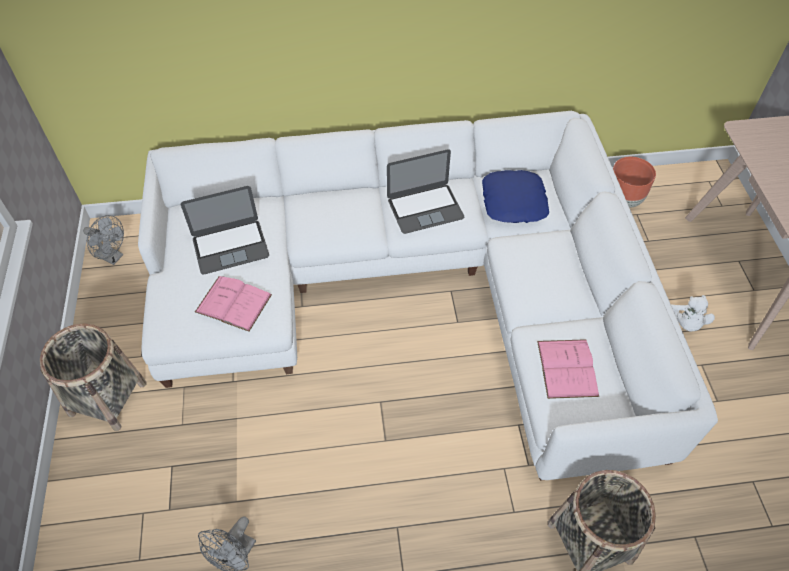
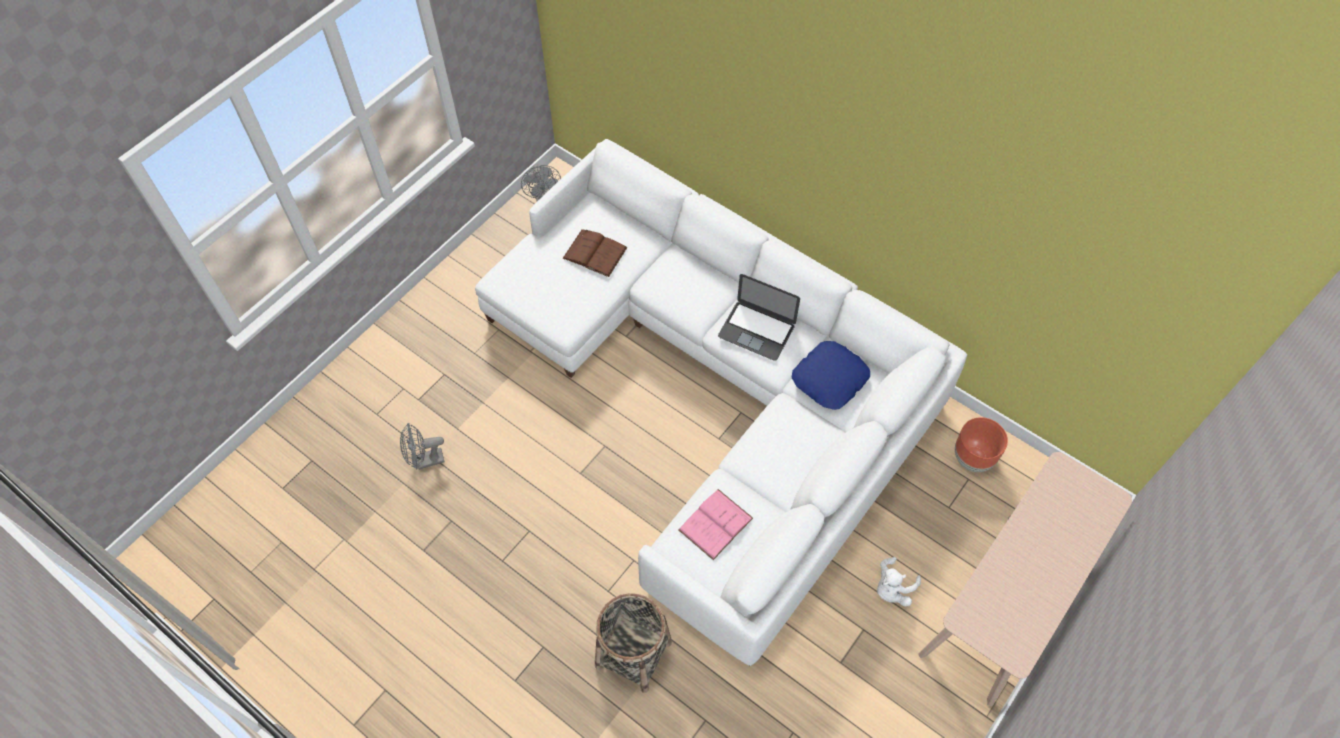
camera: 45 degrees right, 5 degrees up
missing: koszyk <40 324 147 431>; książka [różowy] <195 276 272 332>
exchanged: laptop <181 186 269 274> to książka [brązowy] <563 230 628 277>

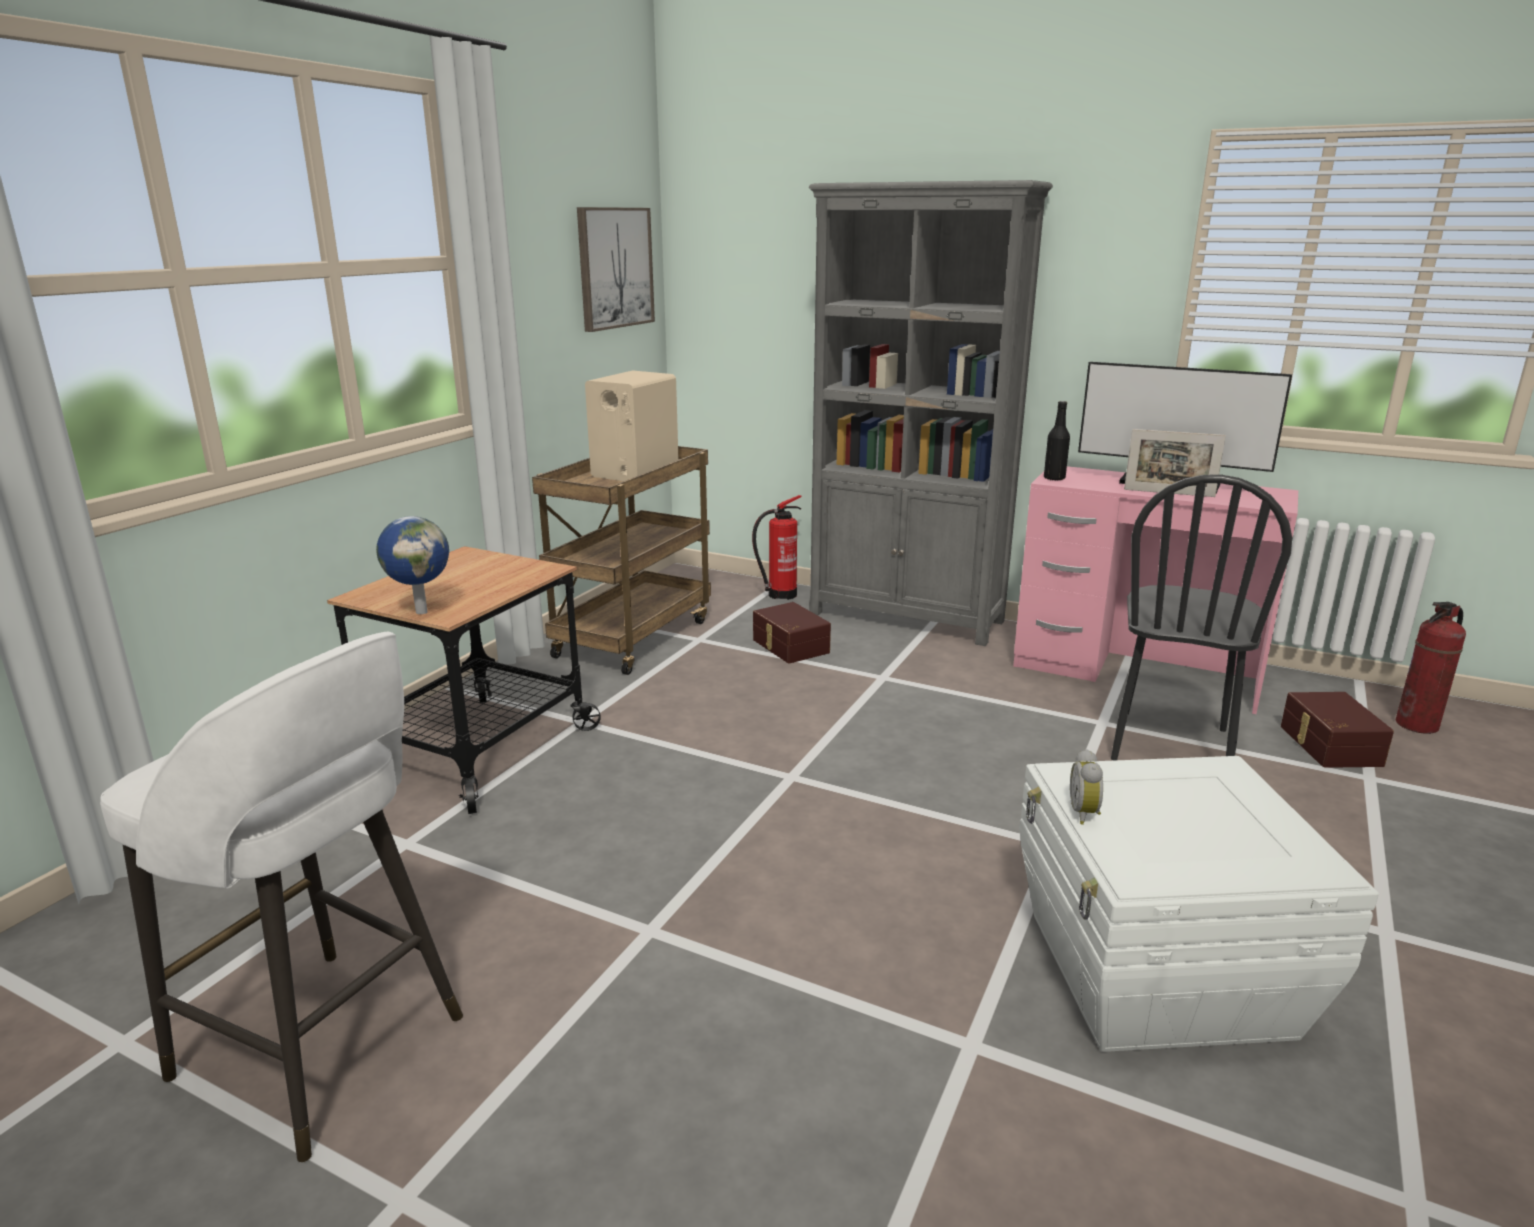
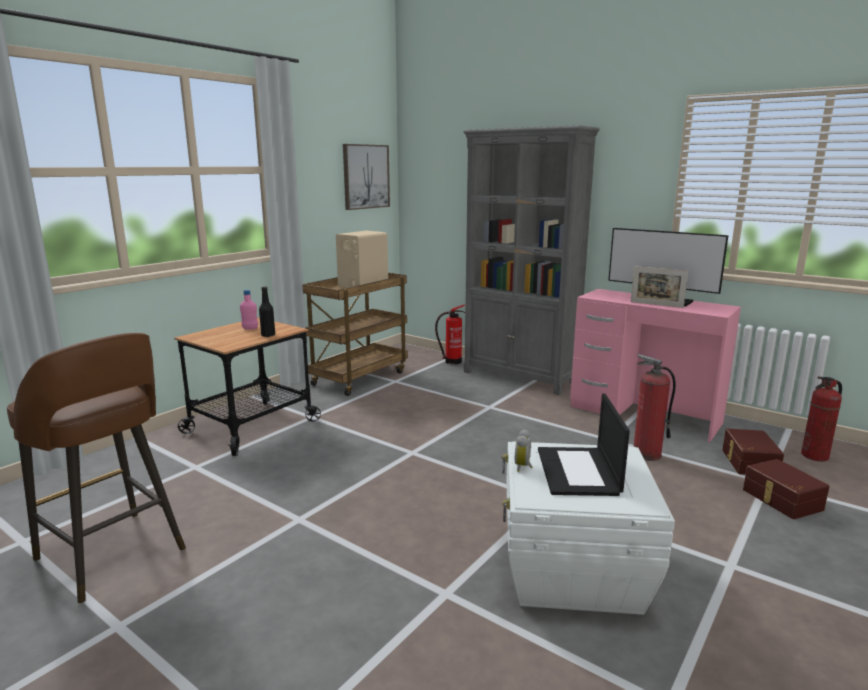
camera: 10 degrees right, 5 degrees down
missing: globus <376 516 449 614>
appeared: butelka [różowy] <240 290 258 330>; laptop <538 393 630 496>
relocated: pojemnik do przechowywania [brązowy] <753 602 831 664> to <743 459 829 519>; butelka [czarny] <1044 401 1070 481> to <259 286 275 337>
exchanged: krzesło [czarny] <1111 474 1292 761> to gaśnica <634 354 676 461>
colour: stołek [biały] <100 632 463 1162> to stołek [brązowy] <7 333 186 604>

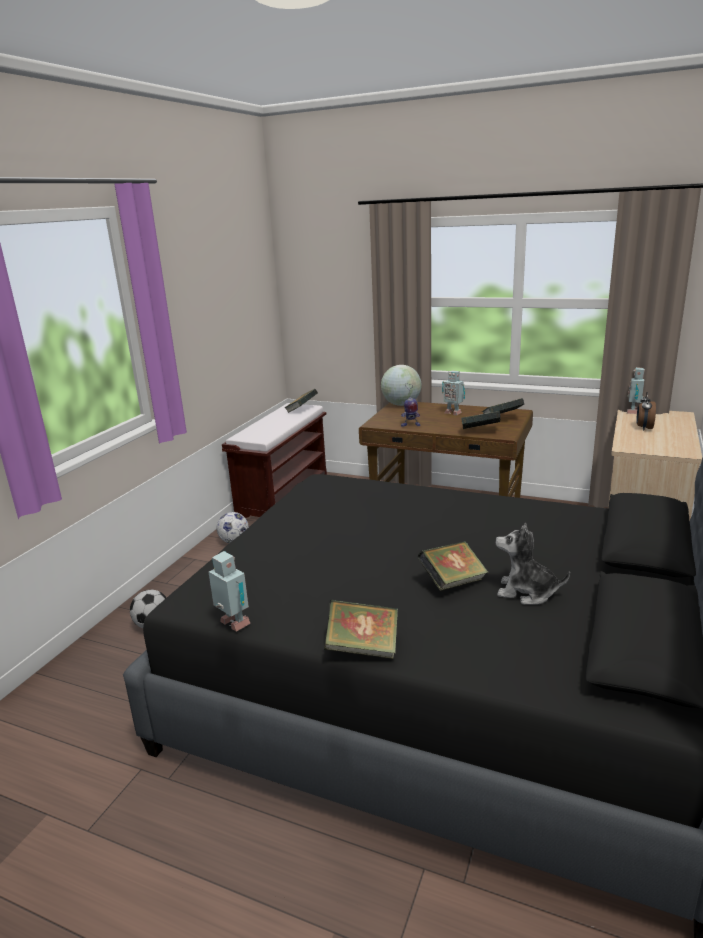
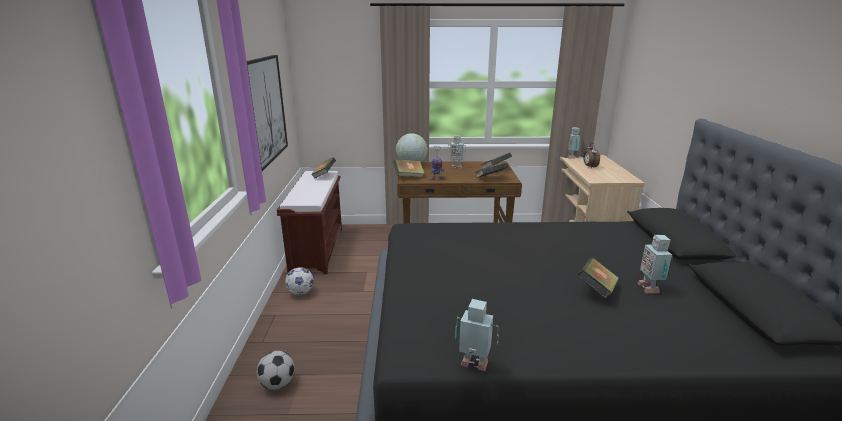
camera: 25 degrees left, 0 degrees up
appeared: obraz <247 55 288 171>
relocated: książka <324 600 398 659> to <393 159 425 178>
exchanged: pluszak <496 522 570 605> to robot zabawkowy <638 235 672 294>

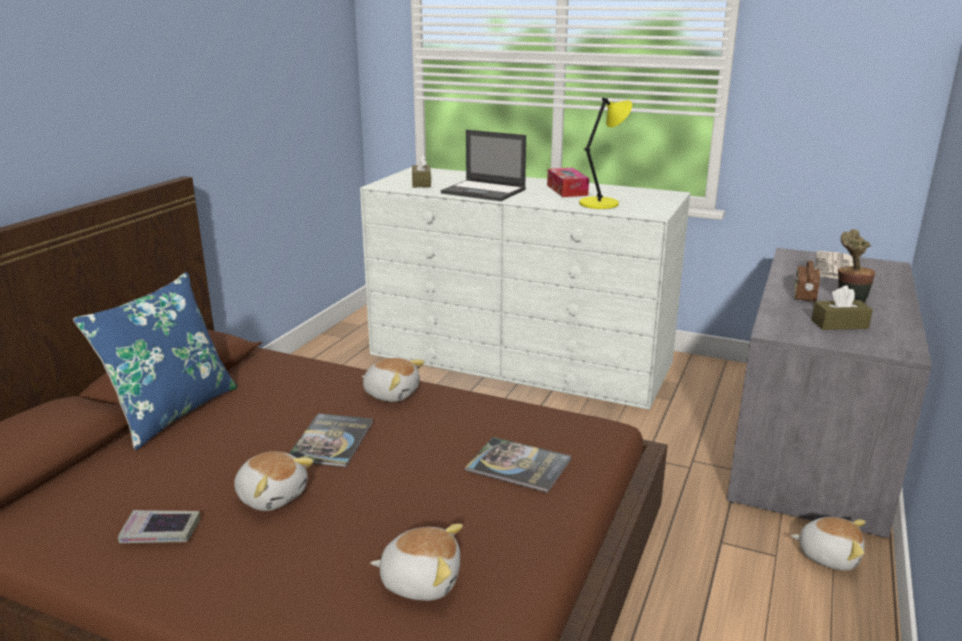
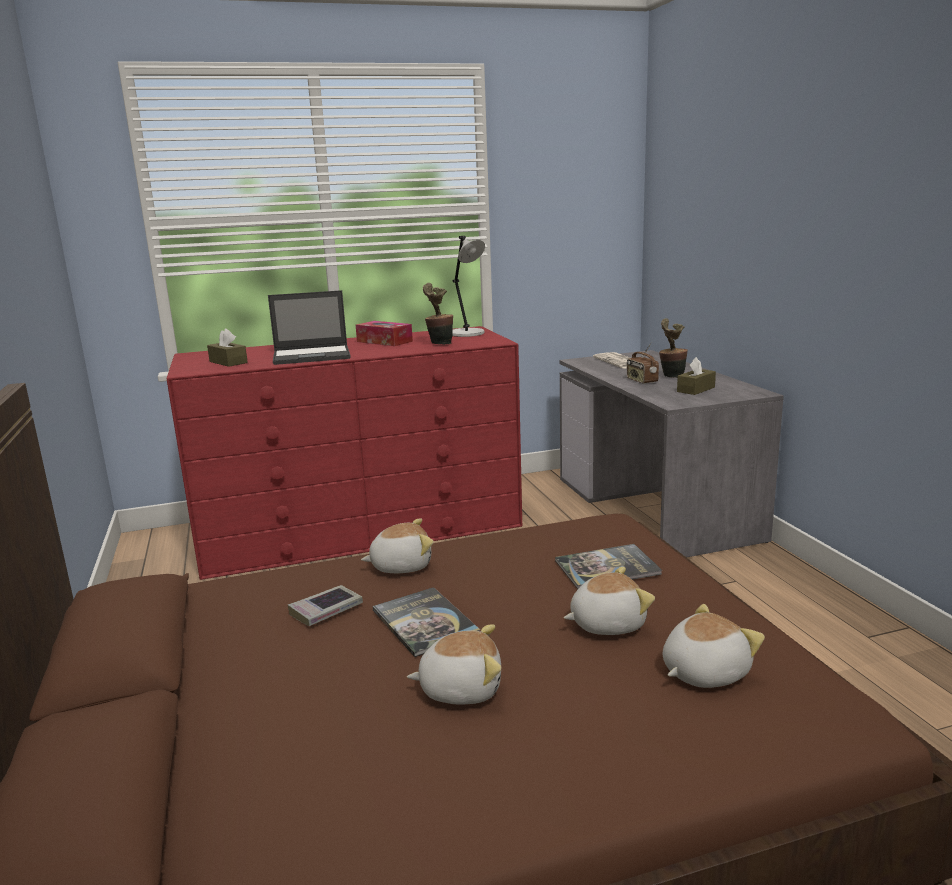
camera: 40 degrees left, 5 degrees down
missing: poduszka [niebieski] <73 272 237 450>
appeared: lampa stołowa [szary] <452 236 485 337>
relocated: książka <118 510 201 543> to <288 585 363 626>; pluszak <791 517 866 571> to <564 567 655 635>
exchanged: lampa stołowa [żółty] <579 98 632 209> to roślina doniczkowa <423 283 453 345>
colour: komoda [biały] <360 167 690 410> to komoda [czerwony] <166 326 522 580>

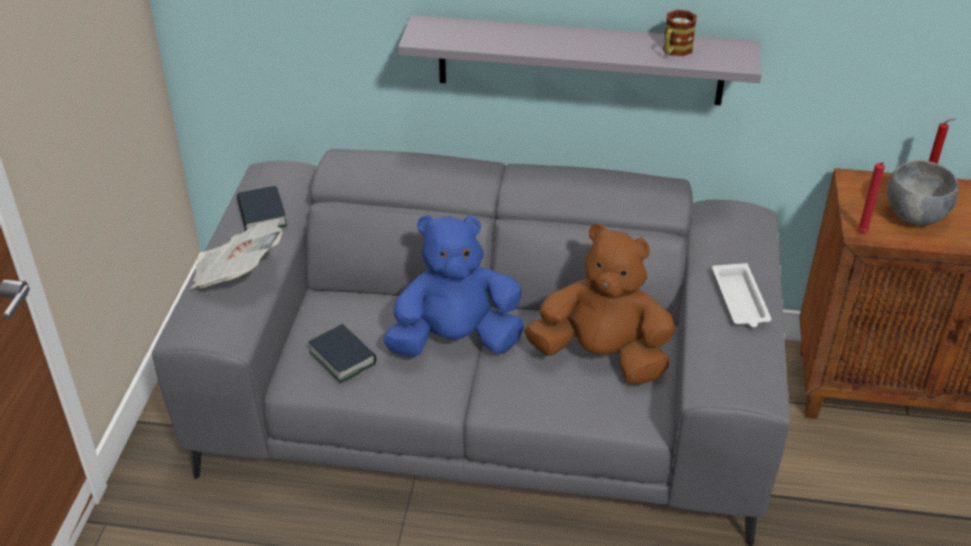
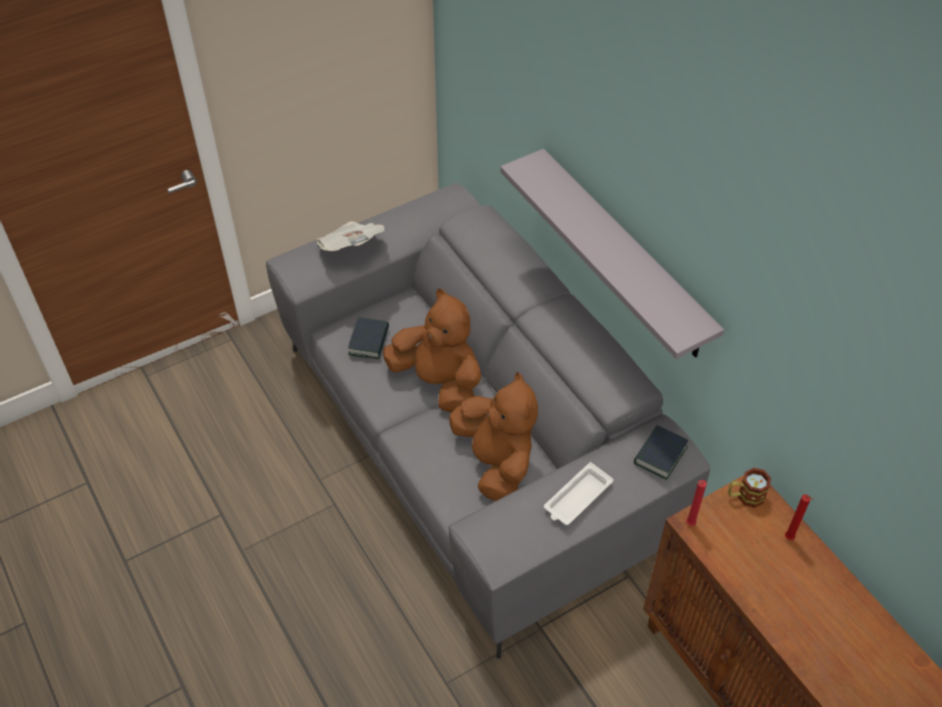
camera: 50 degrees right, 10 degrees up
missing: miska [szary] <887 160 958 226>
relocated: książka <237 186 287 231> to <634 425 688 480>; kubek <663 10 697 56> to <728 468 771 508>
colour: pluszak [niebieski] <383 215 524 357> to pluszak [brązowy] <383 289 481 413>

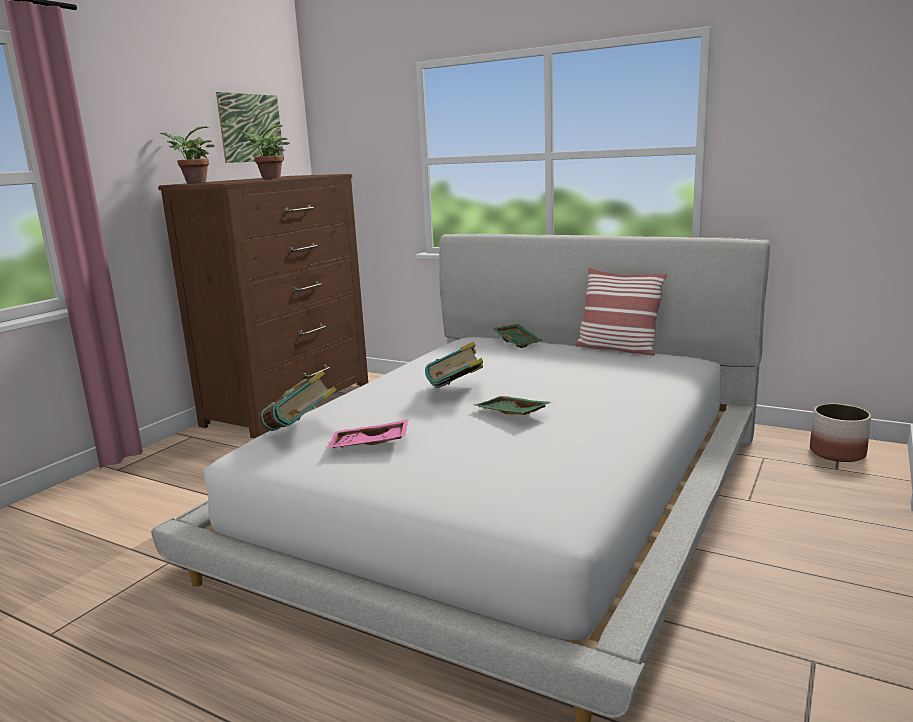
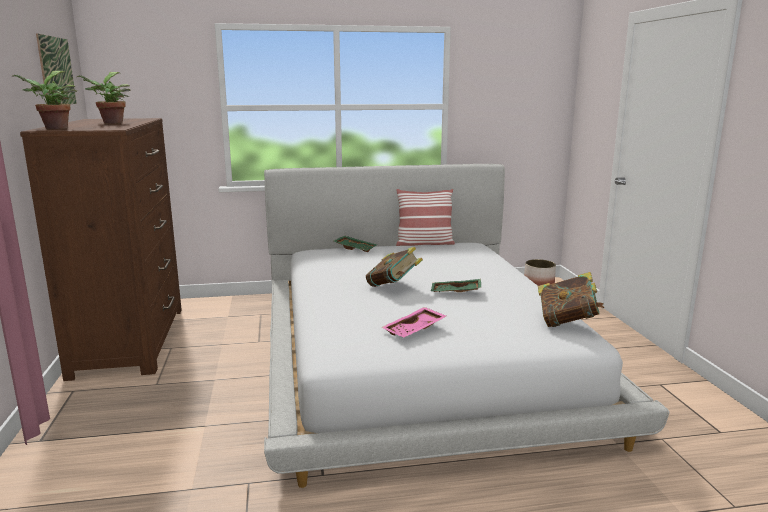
camera: 40 degrees left, 0 degrees up
relocated: książka <259 371 337 431> to <538 272 605 327>

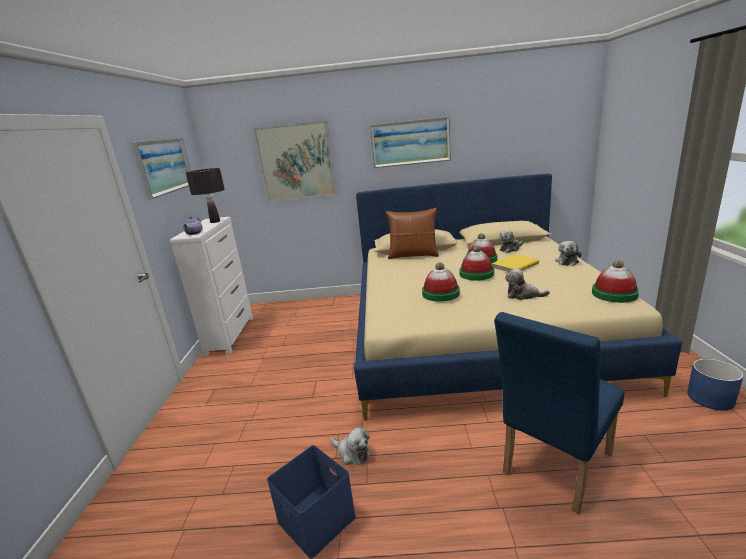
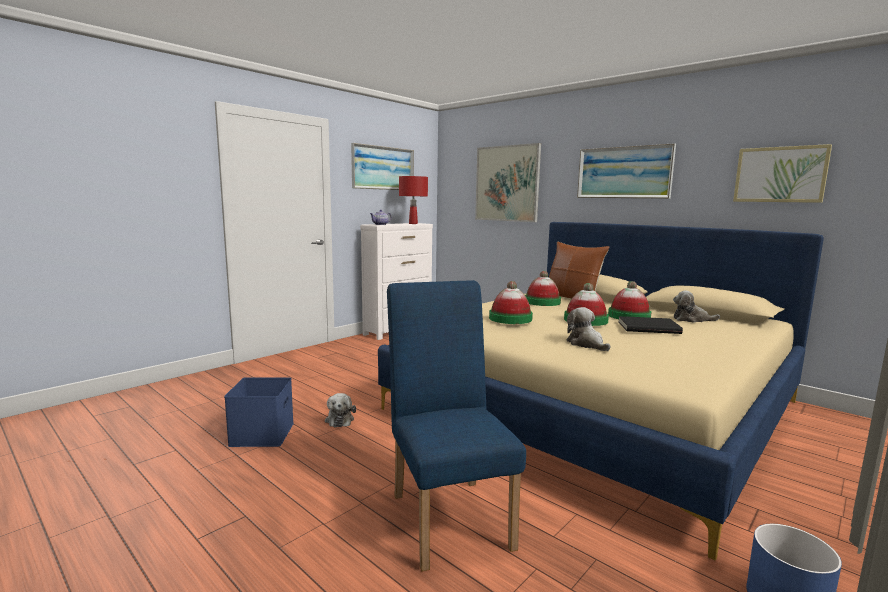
camera: 40 degrees right, 10 degrees down
missing: pluszak <555 241 582 266>
appeared: obraz <733 144 832 203>
relocated: kapelusz <592 260 639 303> to <525 271 561 306>
colour: lampa stołowa [czarny] <186 168 225 223> to lampa stołowa [czerwony] <399 176 428 224>; książka [żółty] <492 254 539 272> to książka [czarny] <618 316 683 334>
spun: krzesło [niebieski] <494 312 624 514> = <387 280 526 572> 75 degrees clockwise

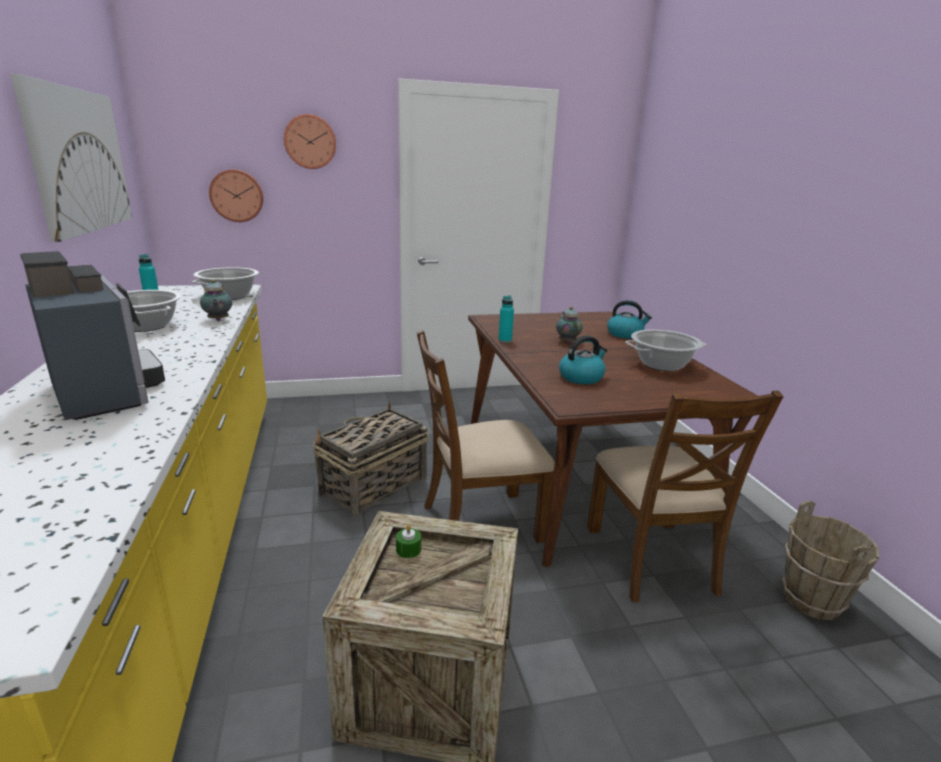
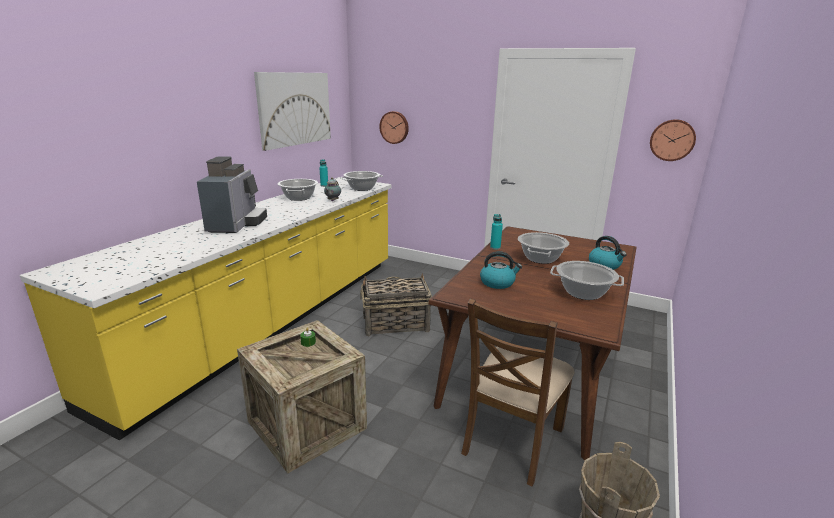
camera: 40 degrees right, 0 degrees up
missing: krzesło [brązowy] <417 330 555 544>
relocated: zegar ścienny <284 114 336 169> to <650 119 696 161>
exchanged: imbryk <556 307 582 343> to garnek <518 232 569 264>

